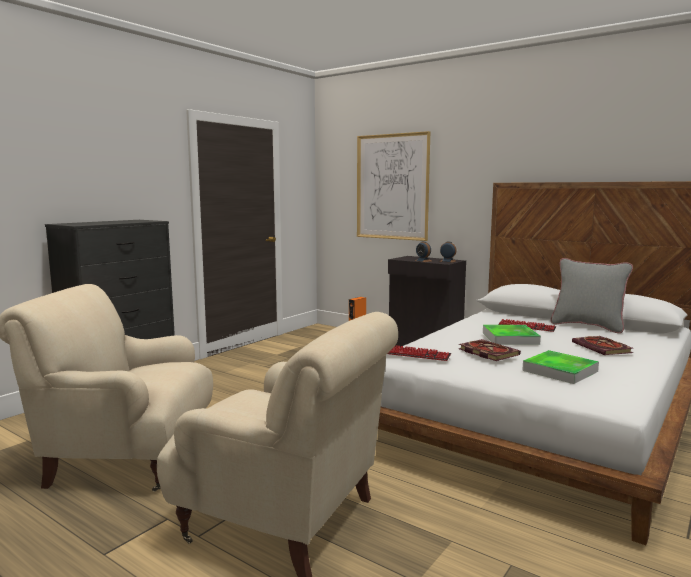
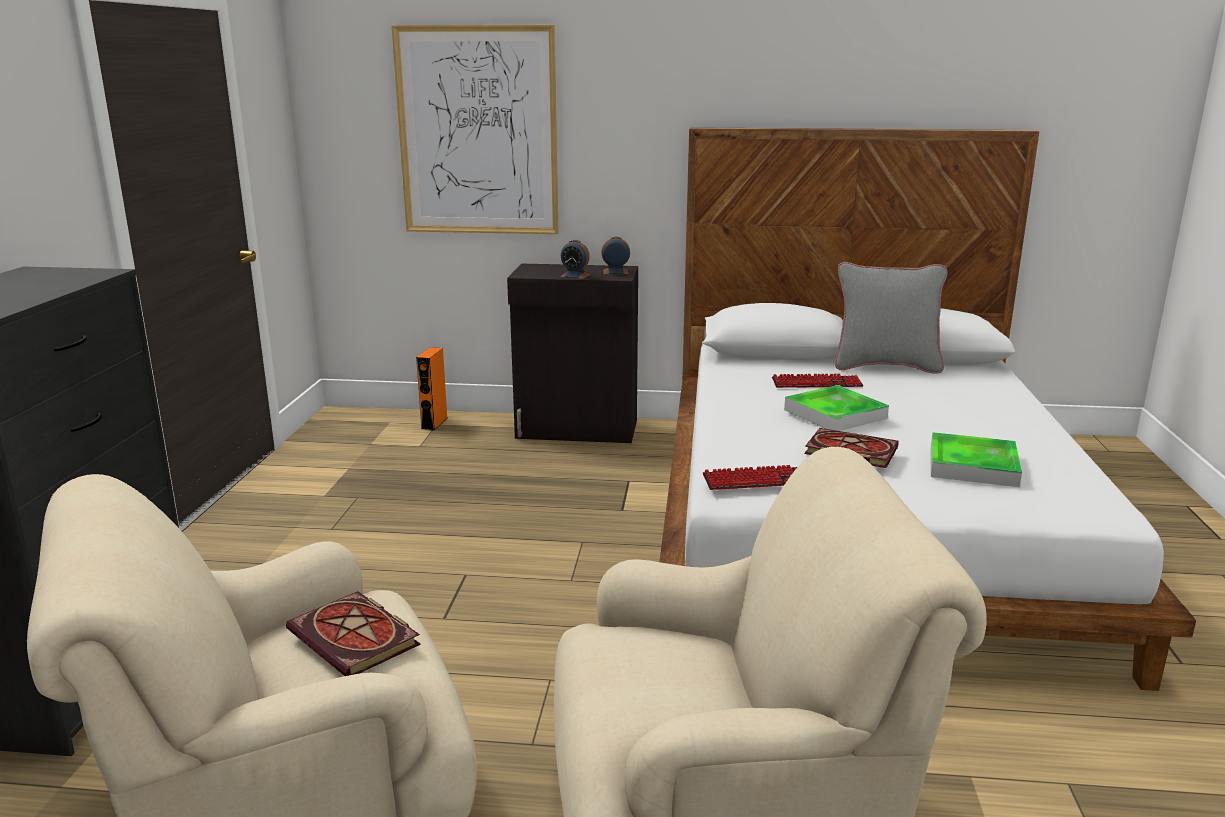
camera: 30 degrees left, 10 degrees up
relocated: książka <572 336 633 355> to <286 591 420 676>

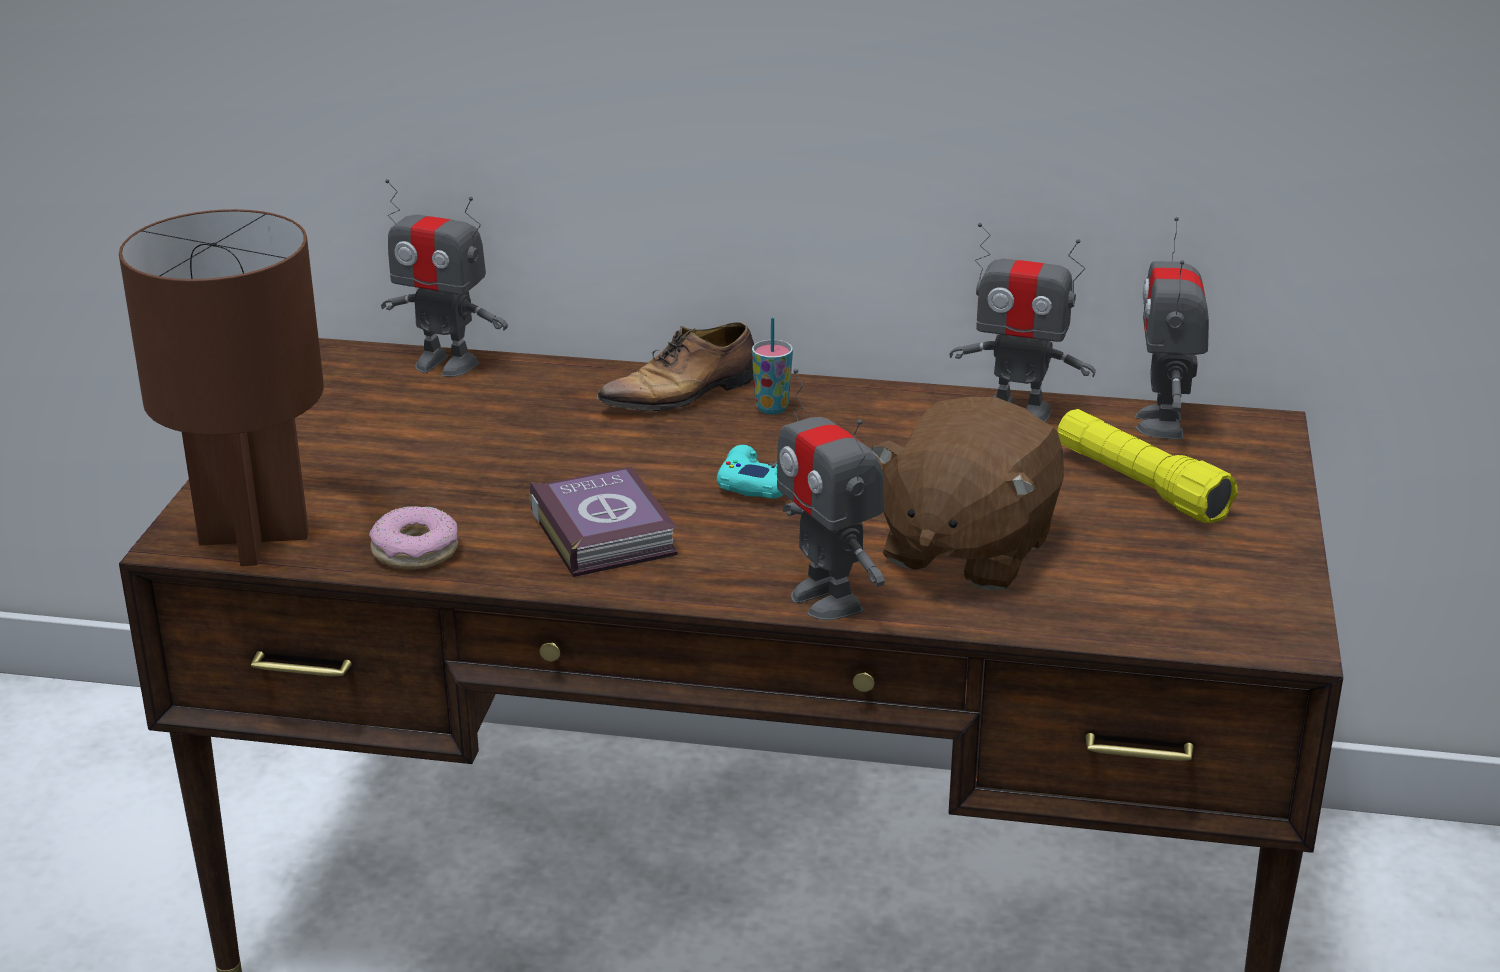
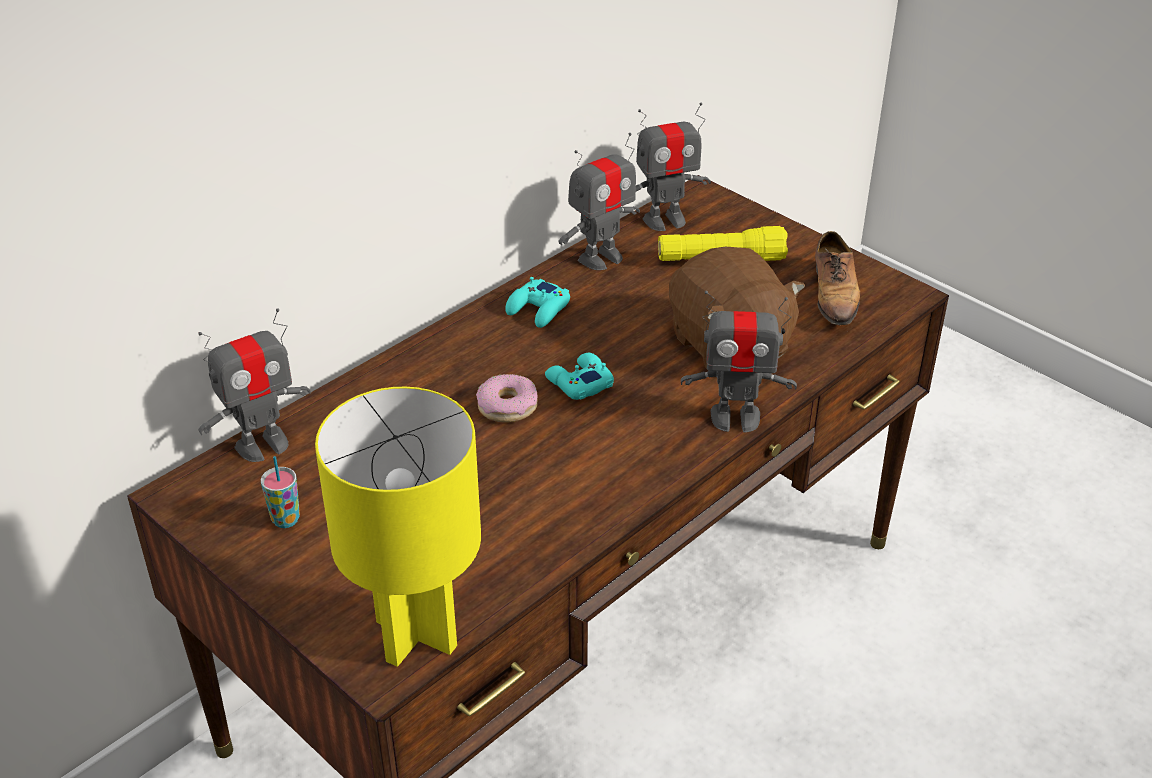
camera: 55 degrees left, 10 degrees up
missing: książka <529 467 678 577>
appeared: pad do gier [turkusowy] <505 277 570 328>
relocated: donut <369 506 458 569> to <476 374 538 423>; but <597 322 754 411> to <815 231 860 326>; filiżanka <752 317 793 415> to <261 456 300 528>
colour: lampa stołowa [brązowy] <119 209 324 566> to lampa stołowa [żółty] <315 387 481 667>
spun: robot zabawkowy <1135 217 1209 440> = <636 103 711 231> 60 degrees counterclockwise

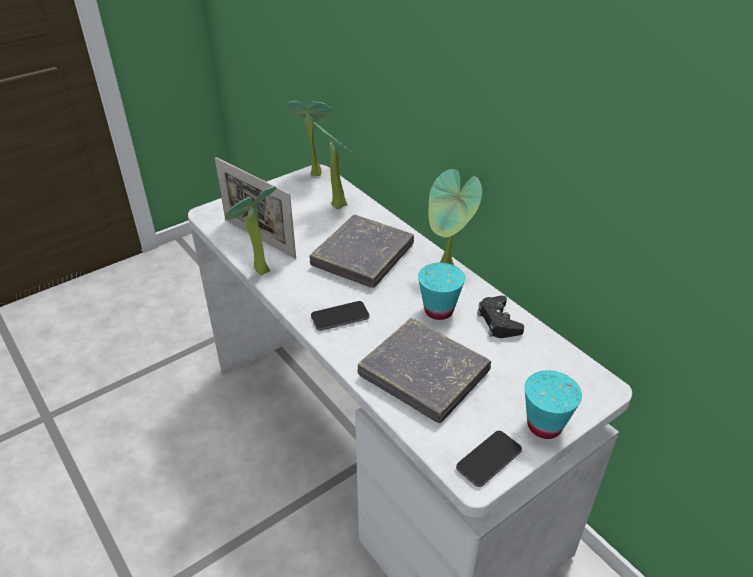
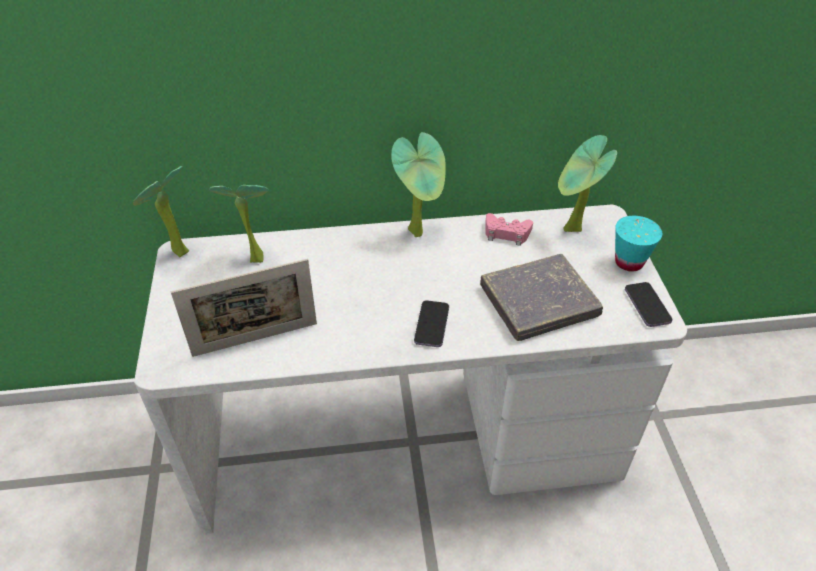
camera: 60 degrees left, 5 degrees up
missing: książka [szary] <309 215 414 288>; filiżanka [turkusowy] <418 263 465 320>
relocated: roślina doniczkowa <225 186 276 275> to <558 135 617 232>
colour: pad do gier [czarny] <477 295 524 338> to pad do gier [różowy] <486 213 533 246>

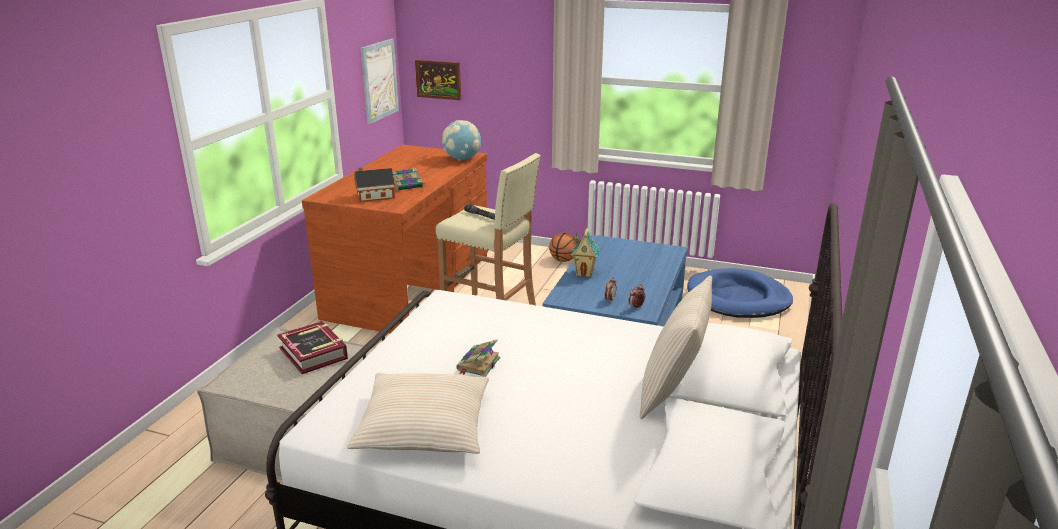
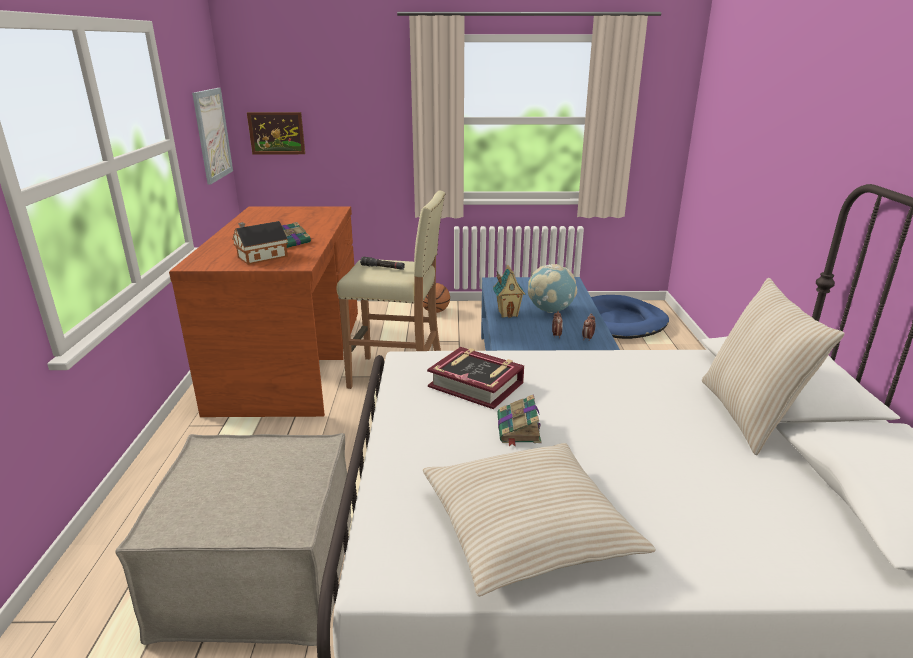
camera: 20 degrees left, 0 degrees up
relocated: książka <278 321 348 374> to <427 347 524 409>; globus <442 120 481 161> to <528 264 577 313>

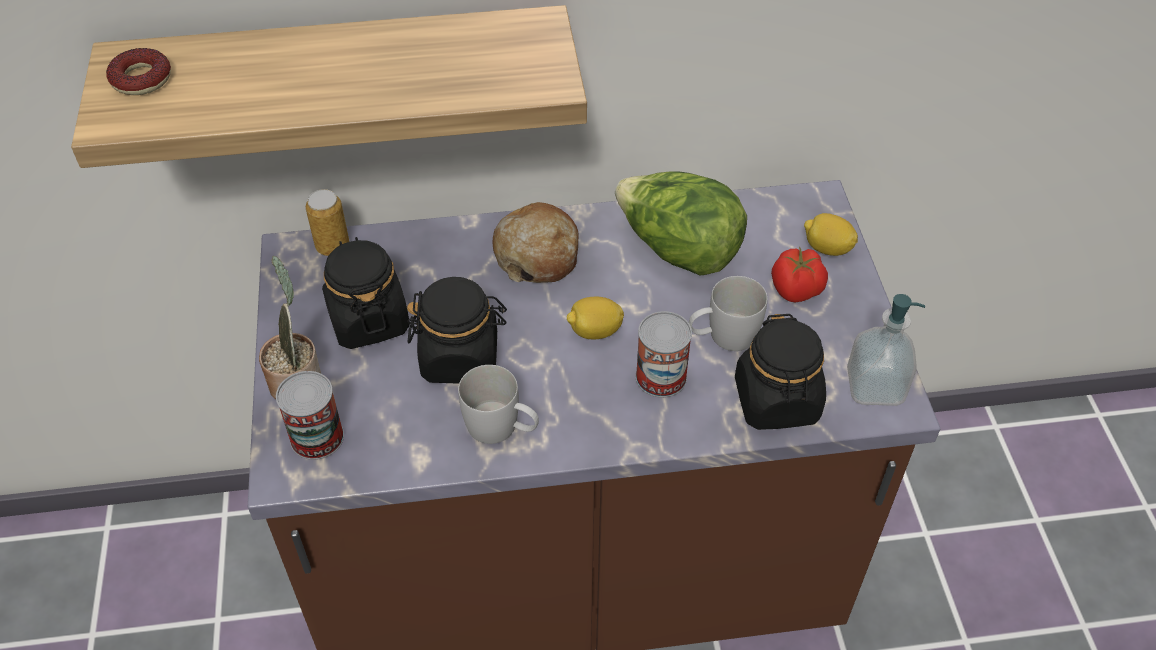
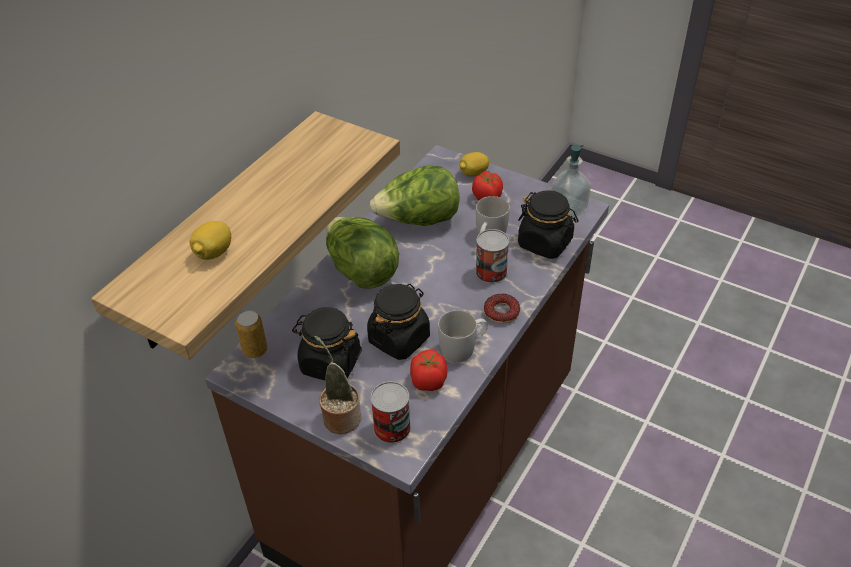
camera: 50 degrees left, 5 degrees down
appeared: pomidor <410 349 447 391>
relocated: donut <106 48 171 95> to <484 294 520 324>; cytryna <567 297 624 339> to <189 221 231 260>
exchanged: chleb <492 202 578 283> to sałata <326 217 399 289>

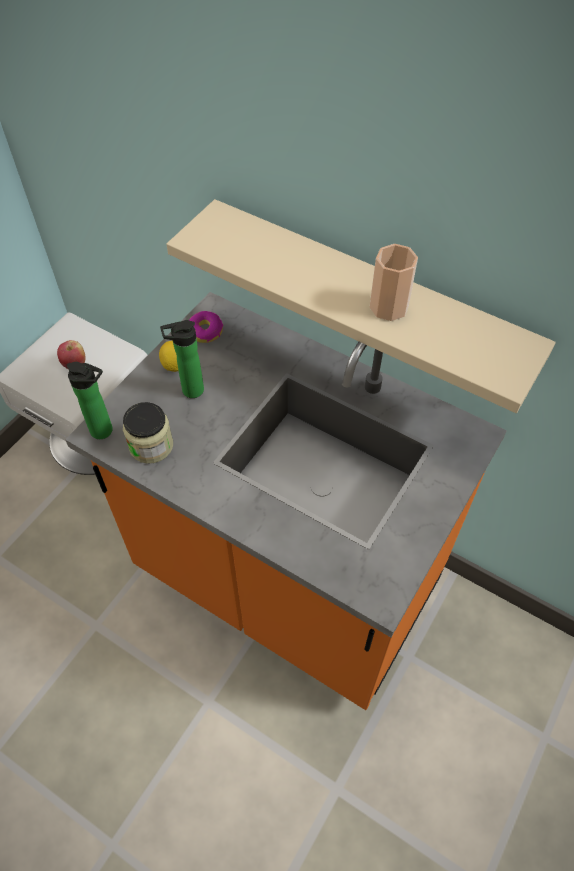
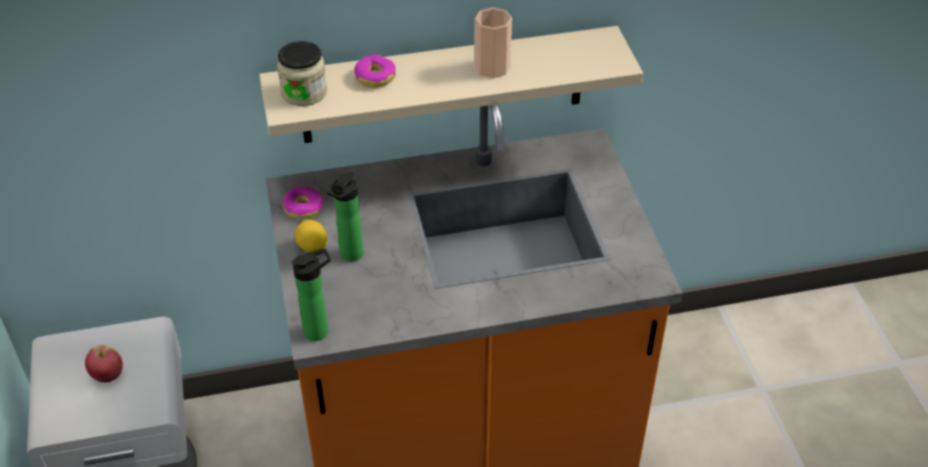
camera: 45 degrees left, 10 degrees down
appeared: donut <354 55 396 88>
relocated: słoik <123 402 173 464> to <277 41 327 106>

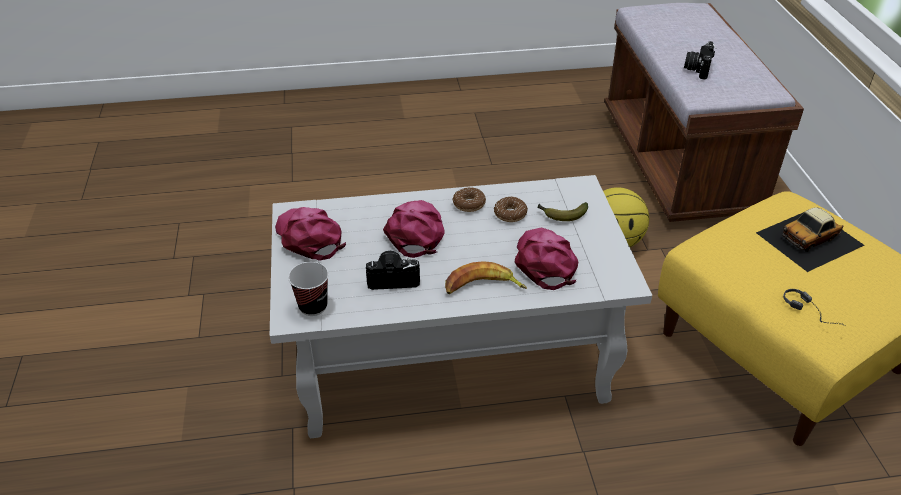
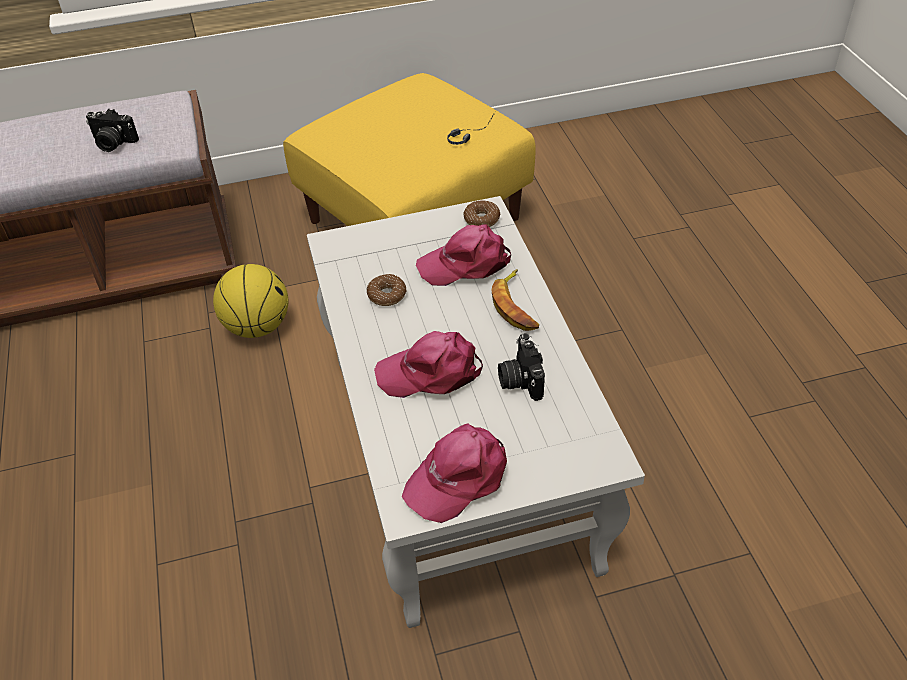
camera: 95 degrees left, 5 degrees up
missing: filiżanka <288 262 329 316>; banan <537 202 588 221>; samochodzik <756 207 865 272>
relocated: donut <452 187 486 212> to <464 201 500 227>

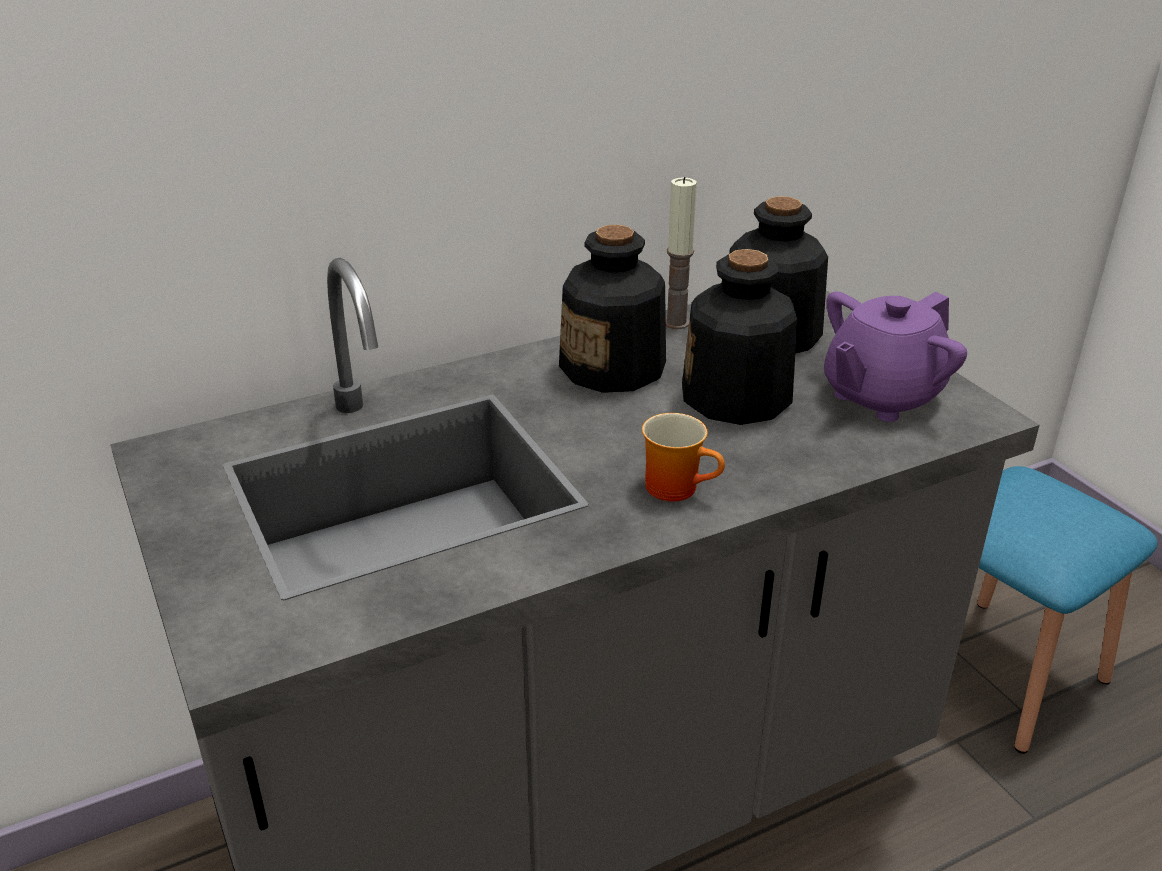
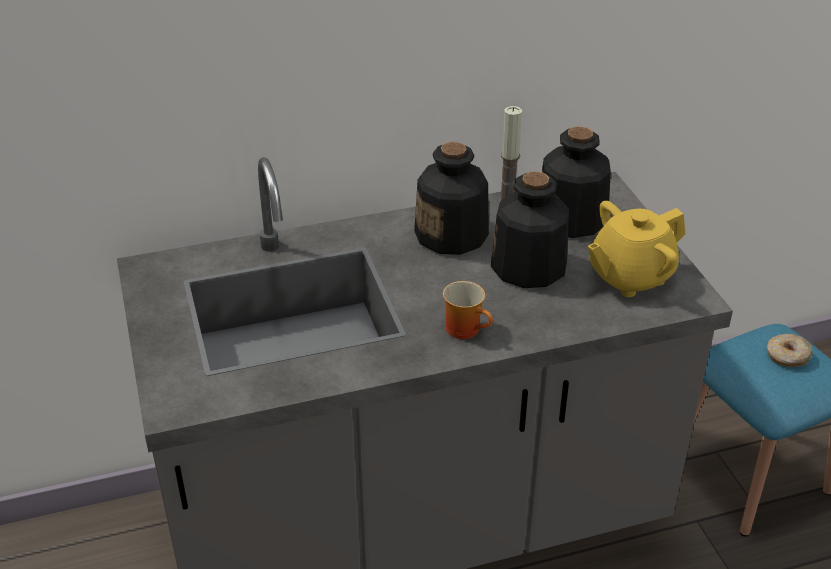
camera: 10 degrees right, 5 degrees up
appeared: donut <767 334 813 367>
colour: imbryk [fioletowy] <824 291 967 422> to imbryk [żółty] <588 201 685 297>

